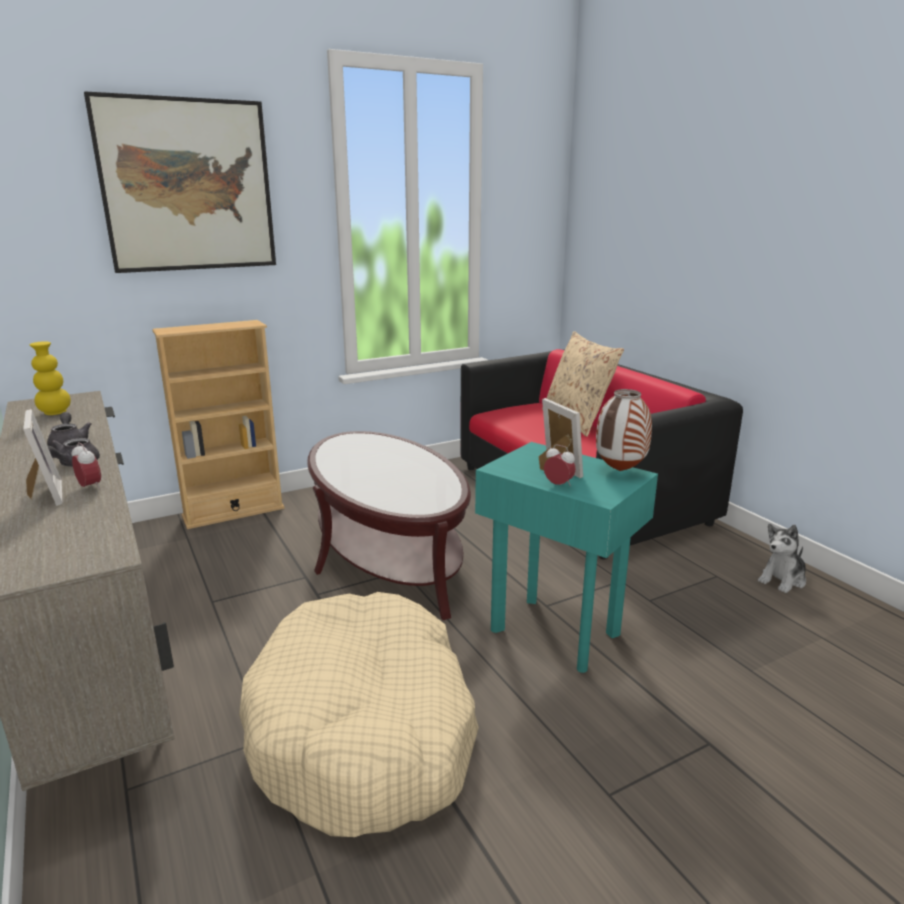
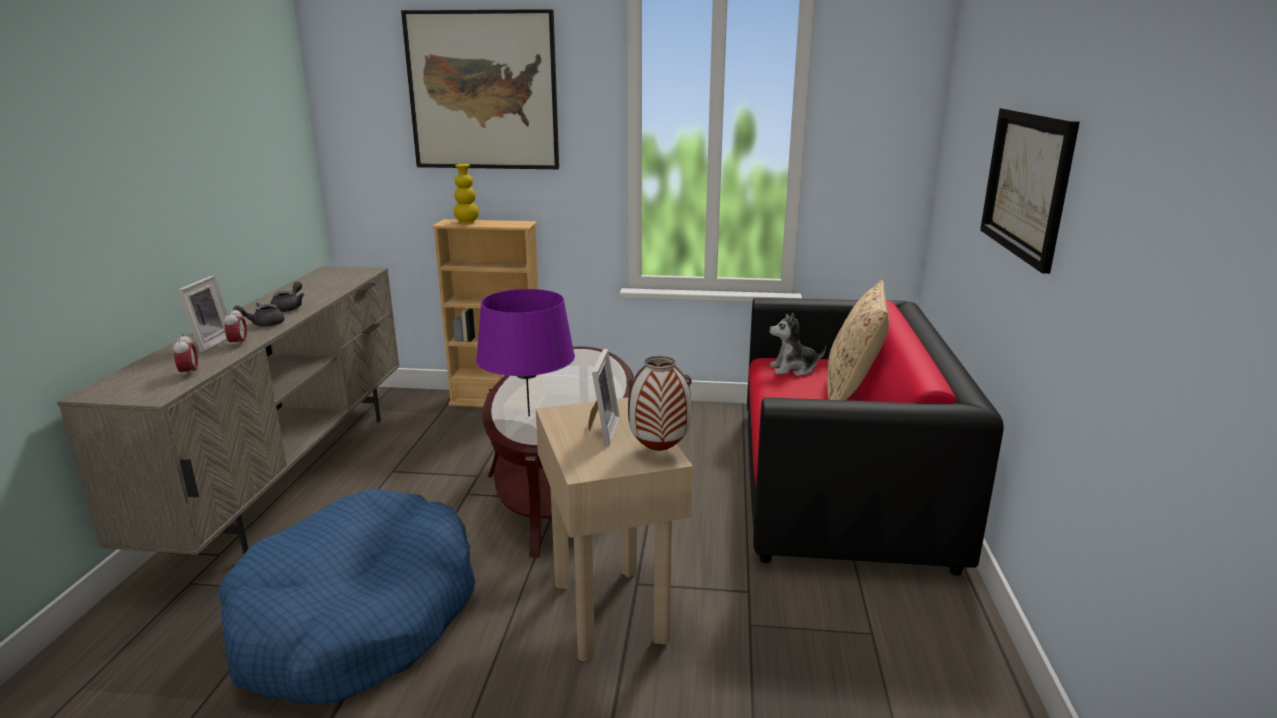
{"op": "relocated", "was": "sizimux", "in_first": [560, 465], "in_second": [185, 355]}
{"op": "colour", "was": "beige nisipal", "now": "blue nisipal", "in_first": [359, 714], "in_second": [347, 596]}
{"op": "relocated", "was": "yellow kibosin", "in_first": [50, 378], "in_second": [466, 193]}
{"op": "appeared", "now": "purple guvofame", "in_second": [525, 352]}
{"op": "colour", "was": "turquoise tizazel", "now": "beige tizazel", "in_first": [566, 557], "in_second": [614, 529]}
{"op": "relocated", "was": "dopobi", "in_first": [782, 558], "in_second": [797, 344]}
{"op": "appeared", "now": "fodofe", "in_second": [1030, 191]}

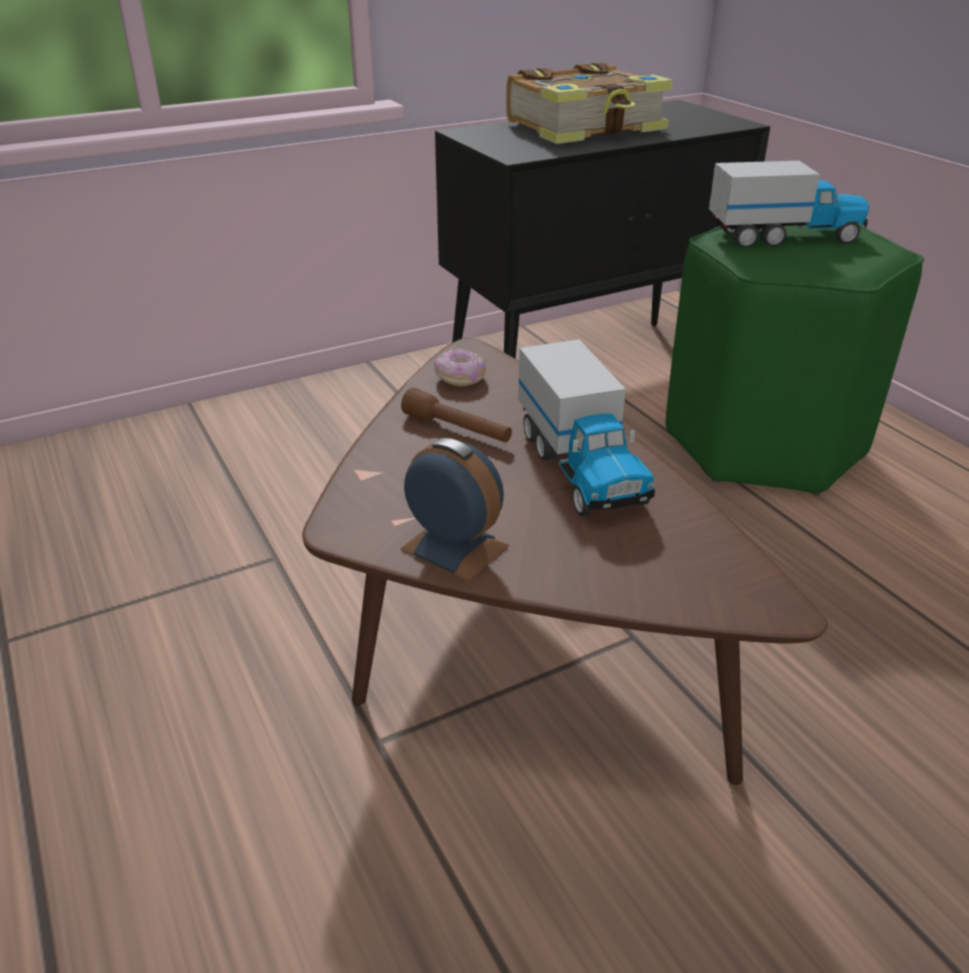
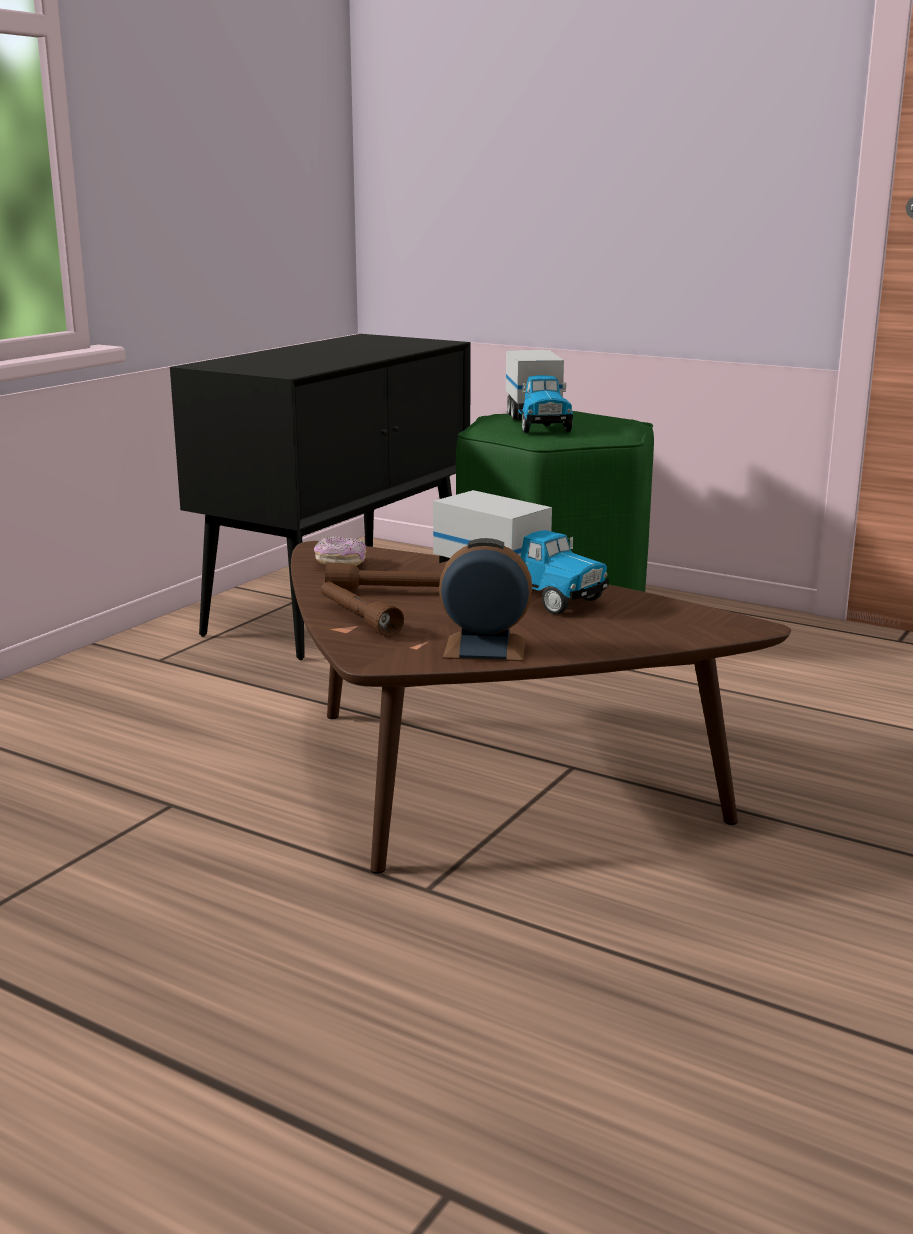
{"op": "appeared", "now": "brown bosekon", "in_second": [362, 609]}
{"op": "spun", "was": "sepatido", "in_first": [789, 204], "in_second": [539, 391], "clockwise": 120}
{"op": "missing", "was": "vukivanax", "in_first": [589, 103]}

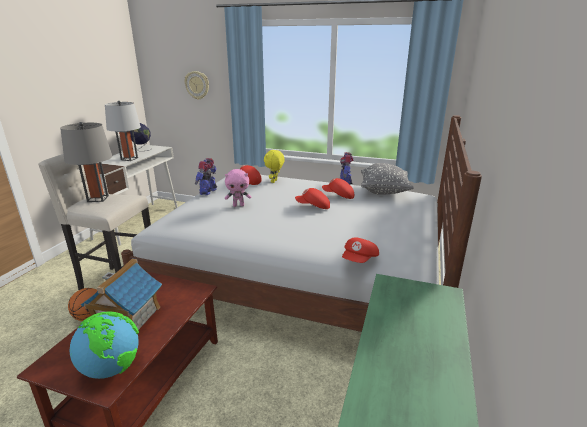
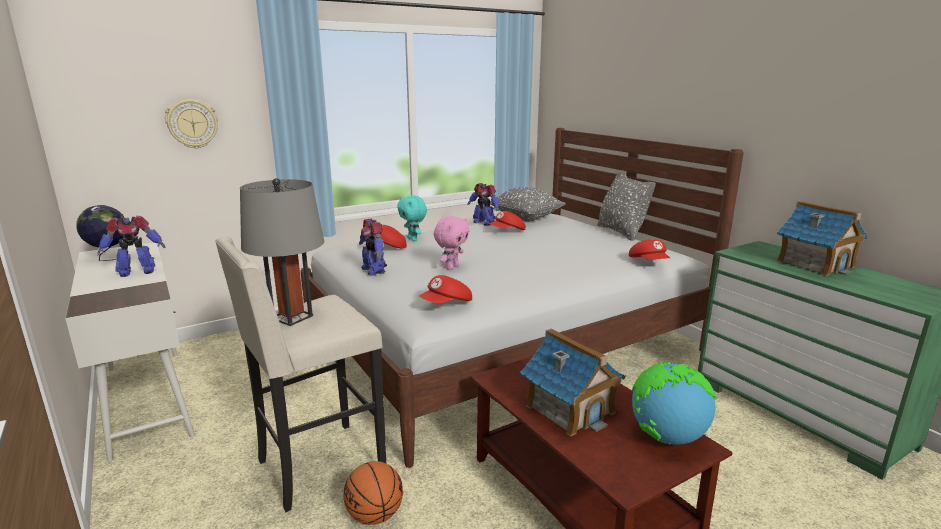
{"op": "exchanged", "was": "grey guvofame", "now": "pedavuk", "in_first": [123, 131], "in_second": [131, 246]}
{"op": "colour", "was": "yellow dopobi", "now": "turquoise dopobi", "in_first": [274, 166], "in_second": [412, 218]}
{"op": "relocated", "was": "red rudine", "in_first": [312, 198], "in_second": [445, 289]}
{"op": "appeared", "now": "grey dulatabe", "in_second": [626, 207]}
{"op": "appeared", "now": "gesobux", "in_second": [822, 238]}

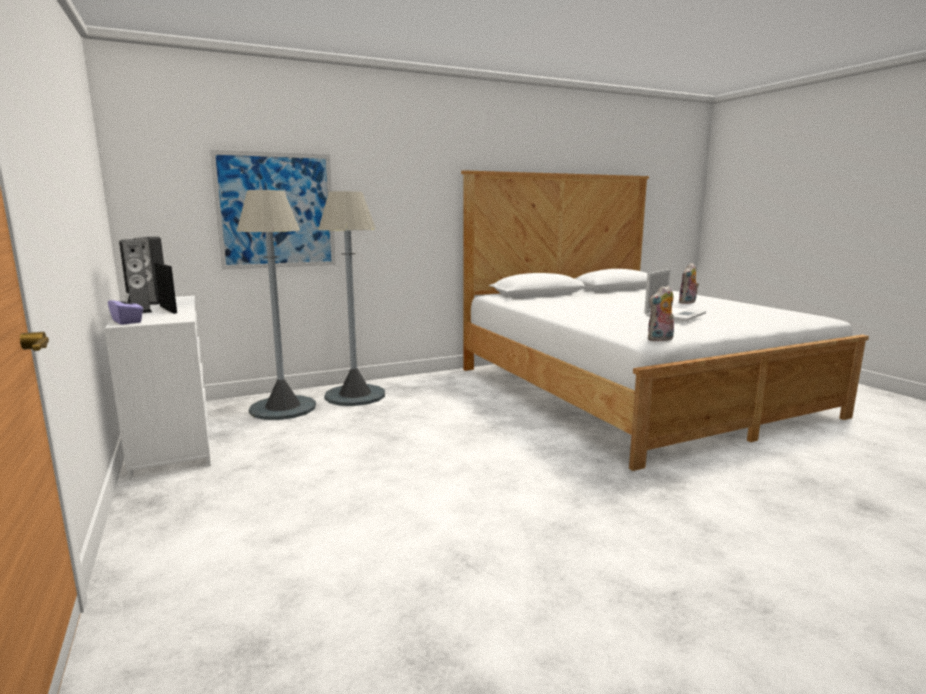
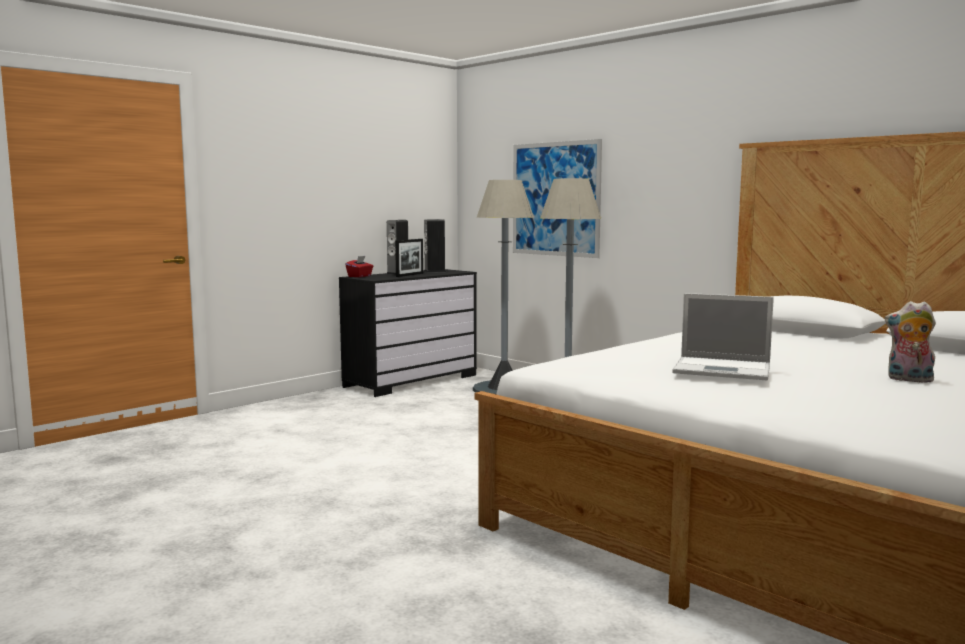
{"op": "colour", "was": "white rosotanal", "now": "black rosotanal", "in_first": [157, 388], "in_second": [408, 333]}
{"op": "colour", "was": "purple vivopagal", "now": "red vivopagal", "in_first": [125, 309], "in_second": [359, 266]}
{"op": "missing", "was": "dopobi", "in_first": [661, 313]}

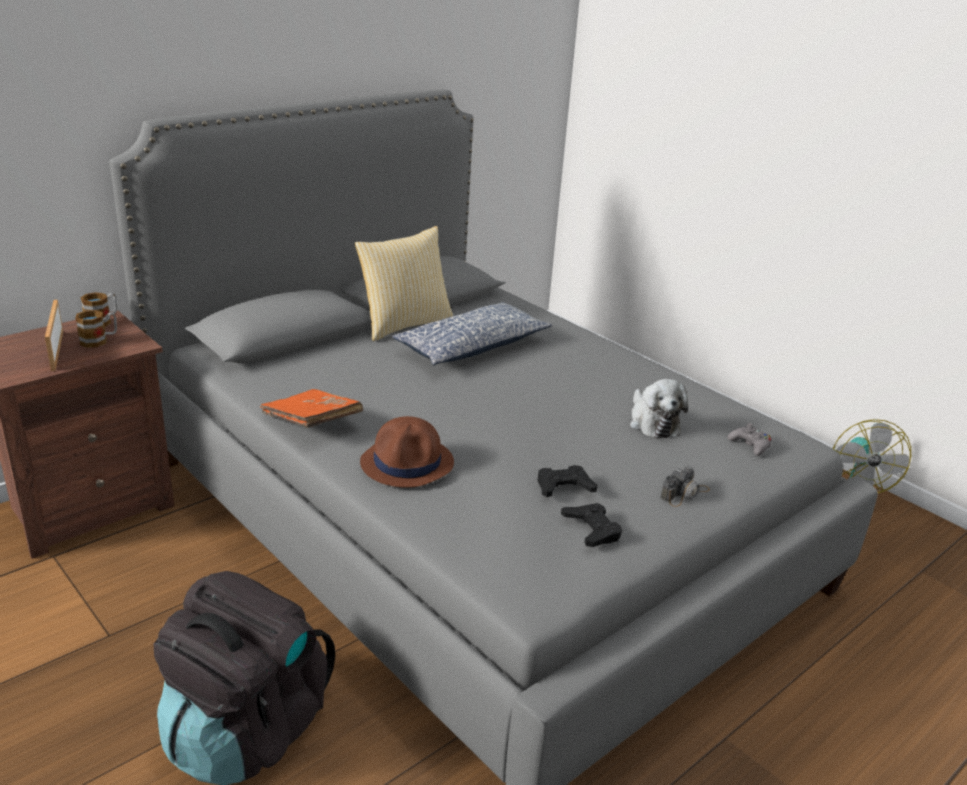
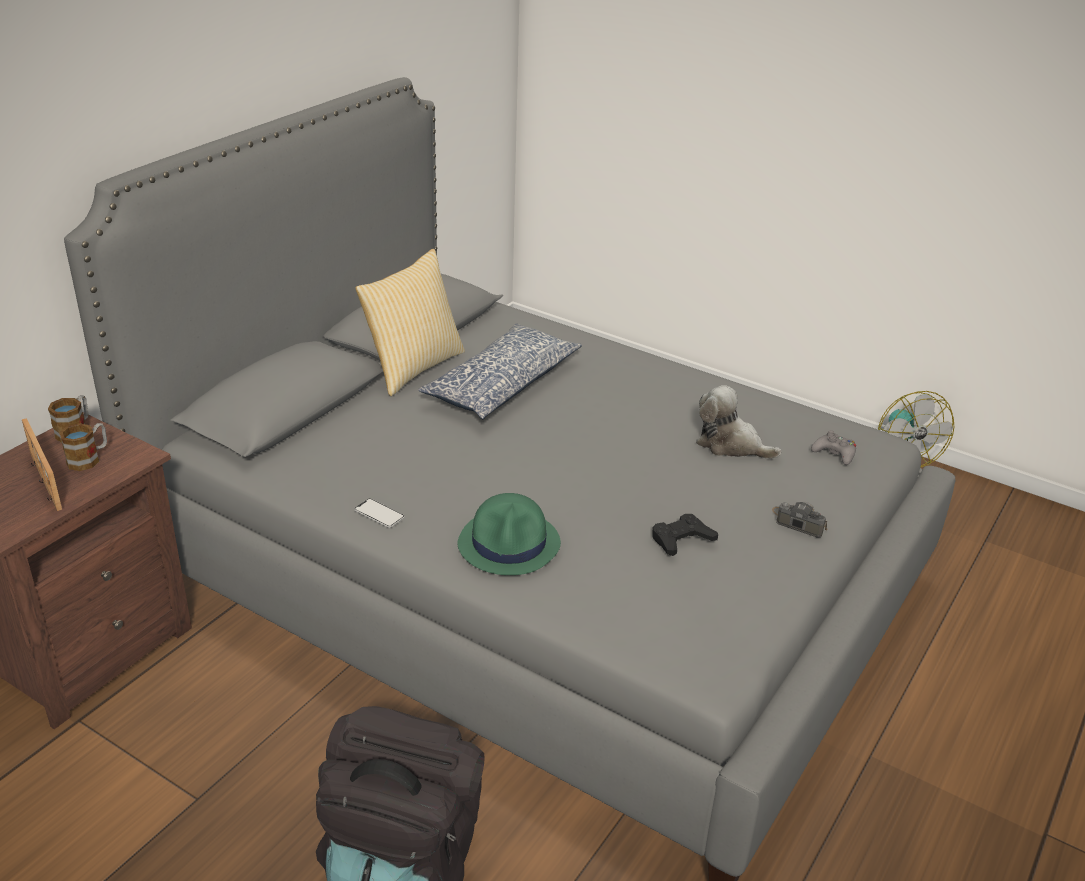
{"op": "exchanged", "was": "orange vukivanax", "now": "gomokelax", "in_first": [311, 408], "in_second": [379, 513]}
{"op": "colour", "was": "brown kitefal", "now": "green kitefal", "in_first": [407, 452], "in_second": [509, 534]}
{"op": "spun", "was": "dopobi", "in_first": [659, 409], "in_second": [739, 422], "clockwise": 150}
{"op": "spun", "was": "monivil", "in_first": [685, 486], "in_second": [799, 520], "clockwise": -90}
{"op": "missing", "was": "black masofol", "in_first": [591, 525]}

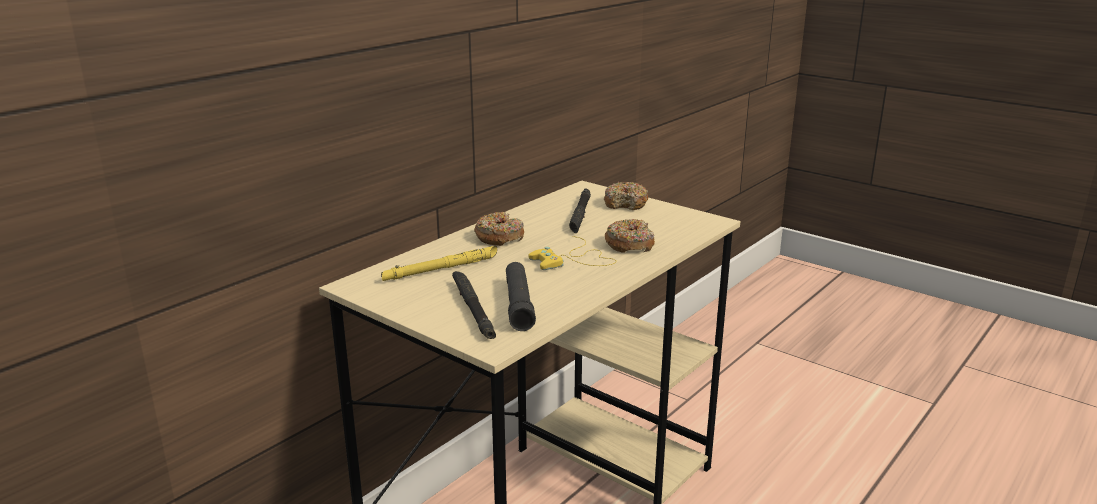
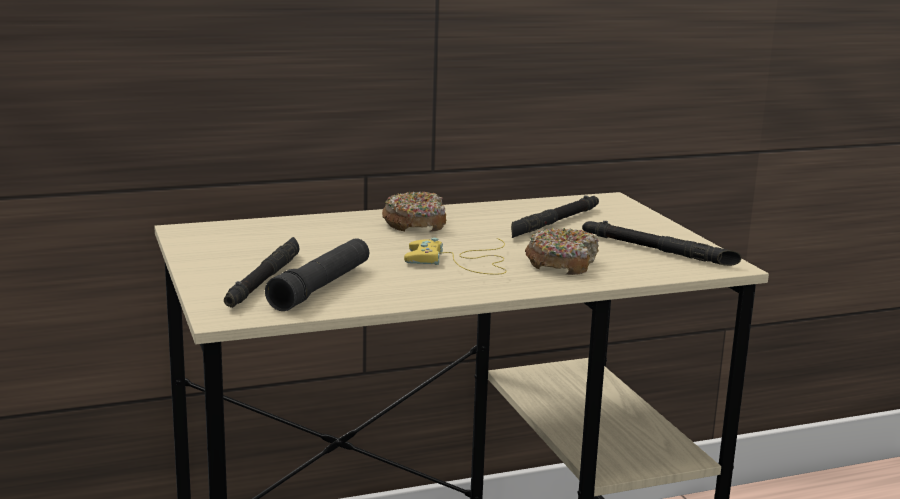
{"op": "appeared", "now": "black bosekon", "in_second": [662, 243]}
{"op": "missing", "was": "yellow bosekon", "in_first": [439, 263]}
{"op": "missing", "was": "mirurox", "in_first": [626, 196]}

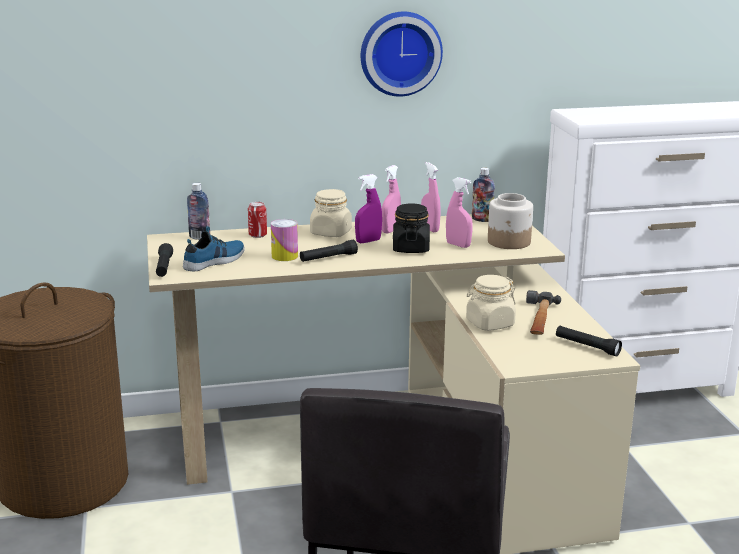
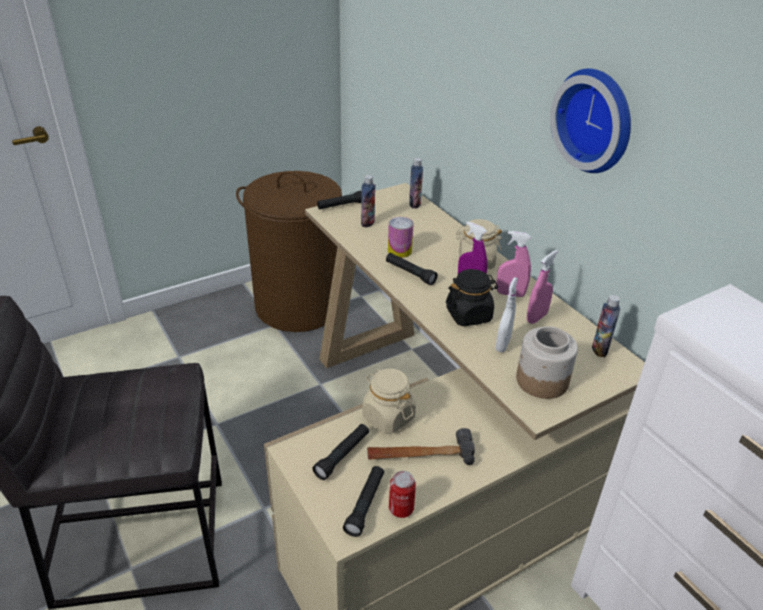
{"op": "appeared", "now": "black bosekon", "in_second": [340, 452]}
{"op": "exchanged", "was": "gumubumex", "now": "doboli", "in_first": [214, 248], "in_second": [368, 201]}
{"op": "relocated", "was": "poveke", "in_first": [257, 219], "in_second": [402, 494]}
{"op": "colour", "was": "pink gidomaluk", "now": "white gidomaluk", "in_first": [459, 212], "in_second": [506, 314]}

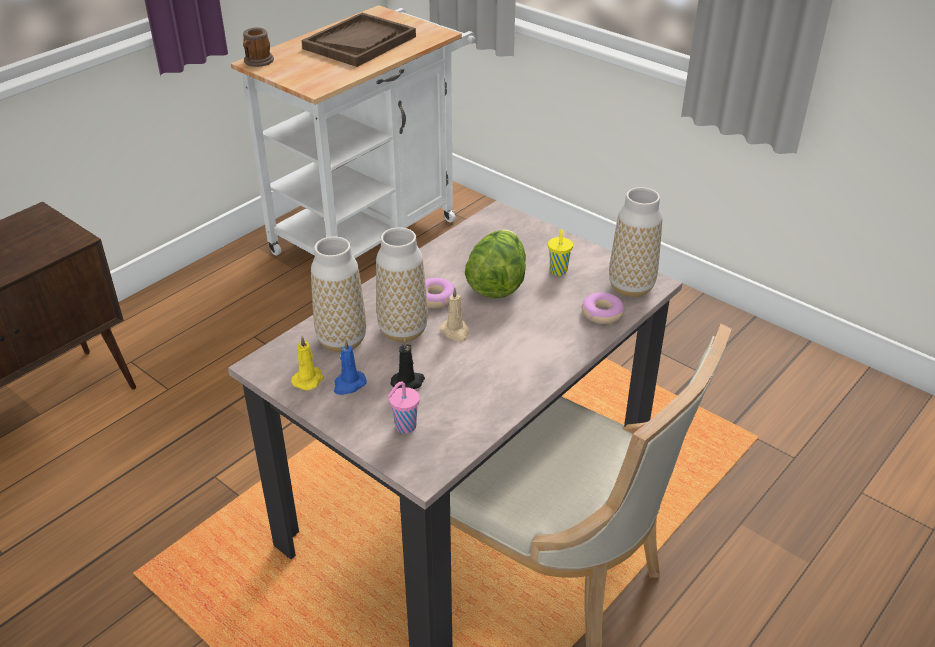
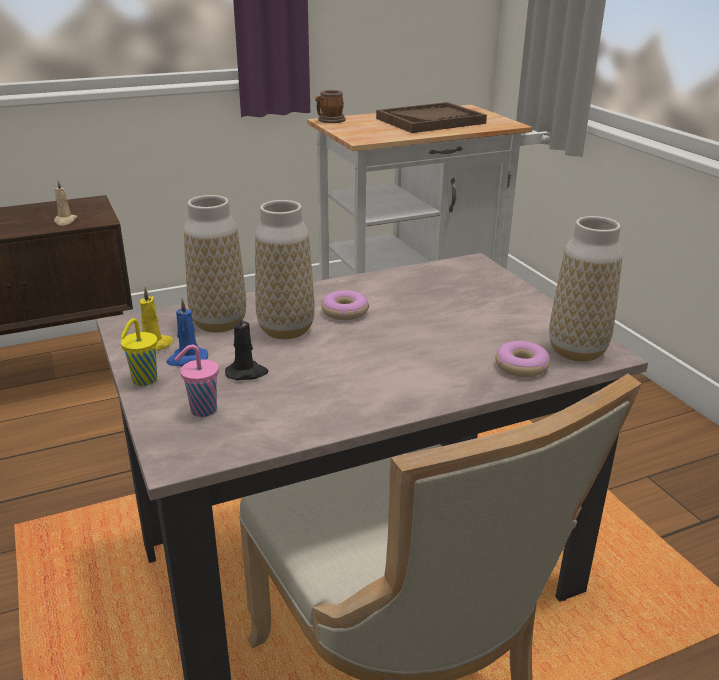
{"op": "relocated", "was": "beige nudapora", "in_first": [455, 315], "in_second": [65, 202]}
{"op": "relocated", "was": "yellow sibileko", "in_first": [560, 252], "in_second": [139, 352]}
{"op": "missing", "was": "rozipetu", "in_first": [495, 264]}

